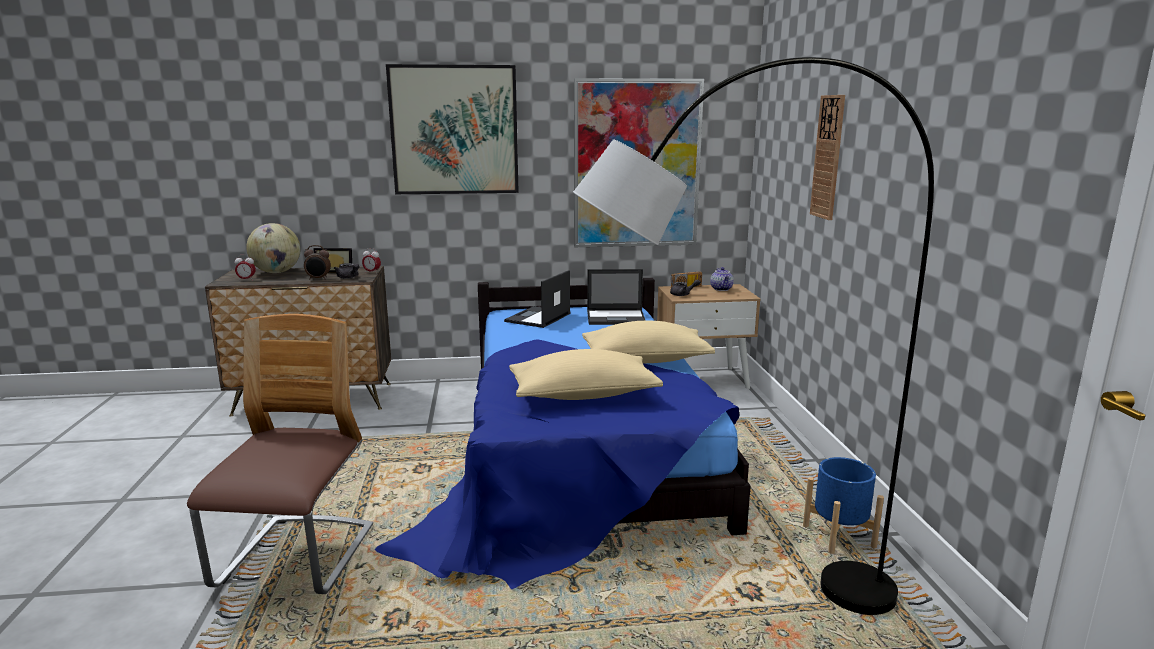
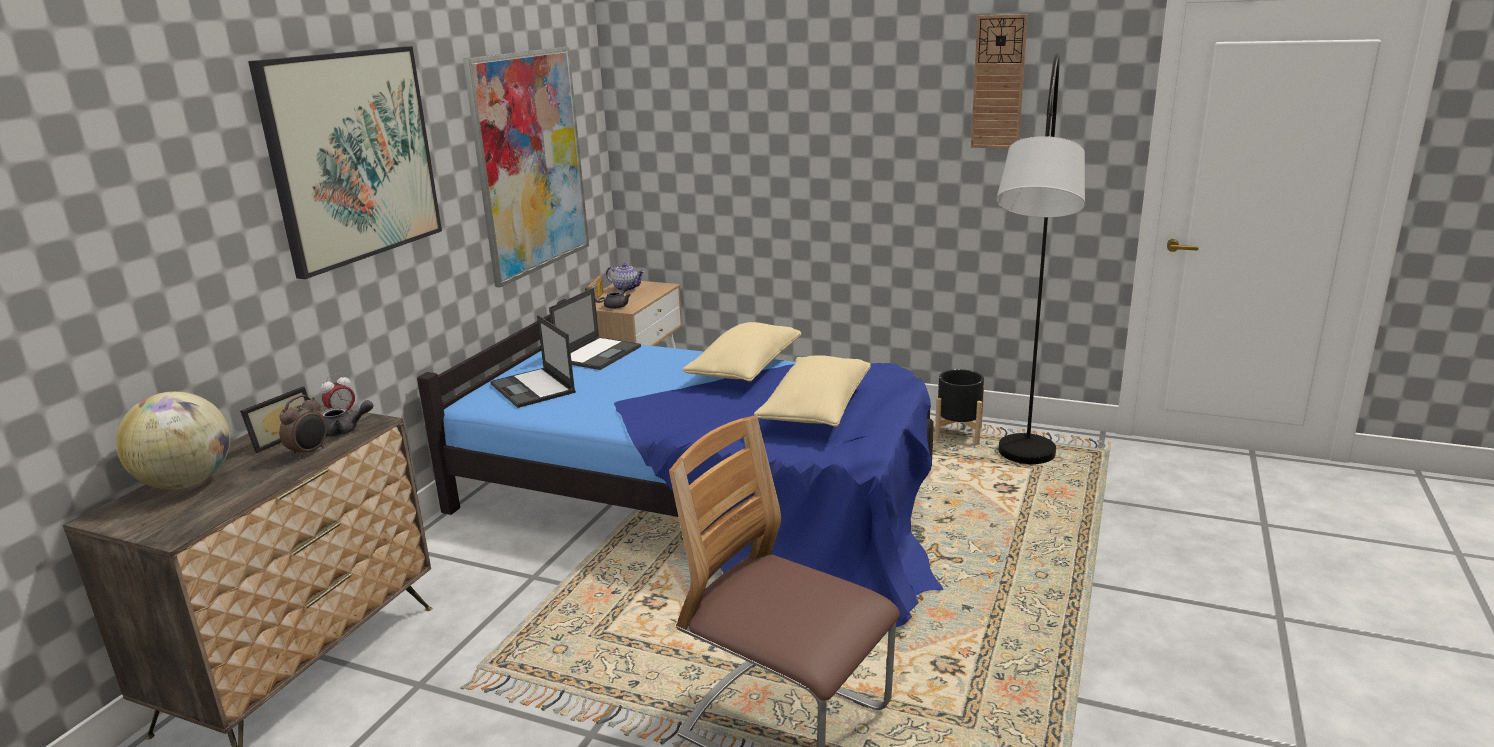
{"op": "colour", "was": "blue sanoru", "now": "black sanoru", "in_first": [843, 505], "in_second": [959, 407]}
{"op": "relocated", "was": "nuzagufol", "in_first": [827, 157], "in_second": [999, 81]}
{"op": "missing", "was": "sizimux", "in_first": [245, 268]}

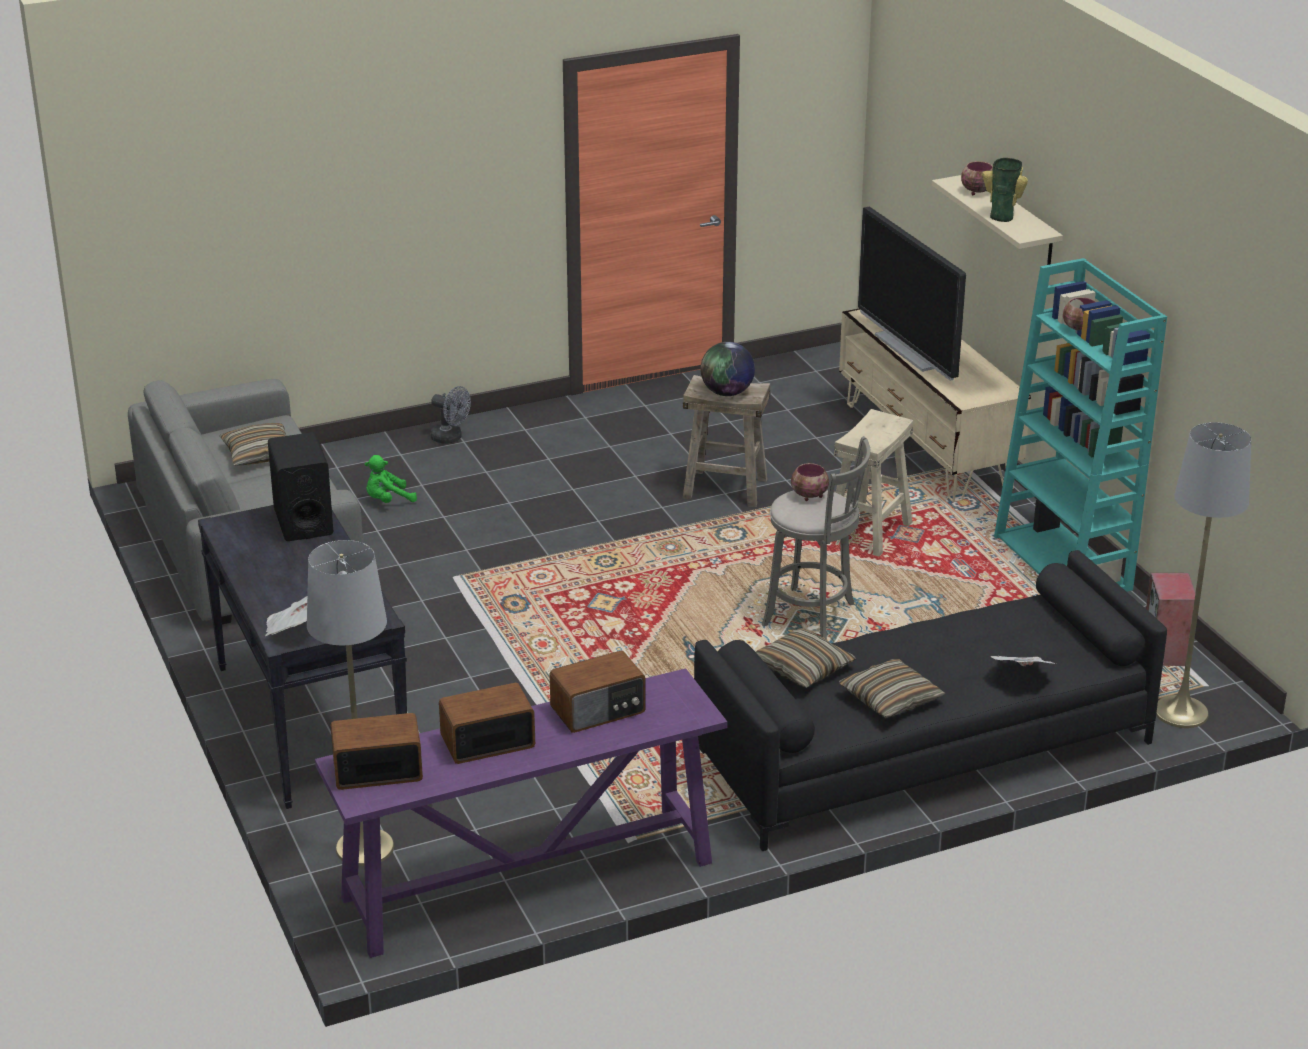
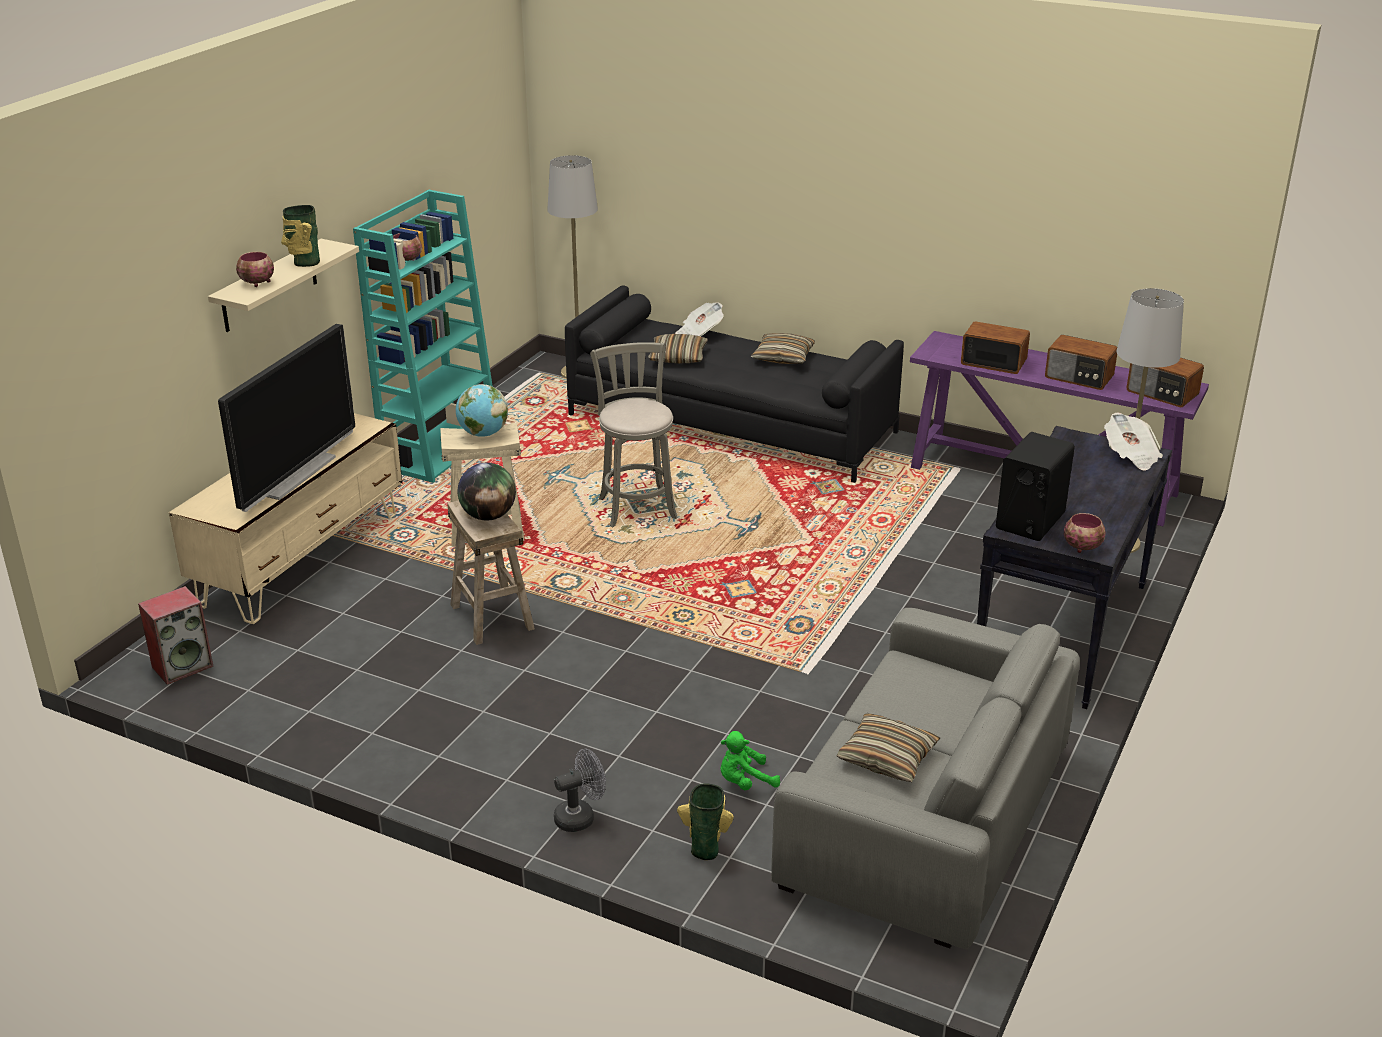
{"op": "relocated", "was": "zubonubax", "in_first": [1171, 619], "in_second": [175, 635]}
{"op": "appeared", "now": "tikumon", "in_second": [482, 410]}
{"op": "spun", "was": "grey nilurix", "in_first": [451, 415], "in_second": [580, 790], "clockwise": 75}
{"op": "relocated", "was": "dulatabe", "in_first": [806, 658], "in_second": [678, 348]}
{"op": "appeared", "now": "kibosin", "in_second": [705, 821]}
{"op": "spun", "was": "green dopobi", "in_first": [390, 479], "in_second": [750, 760], "clockwise": 135}
{"op": "relocated", "was": "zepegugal", "in_first": [810, 482], "in_second": [1085, 533]}

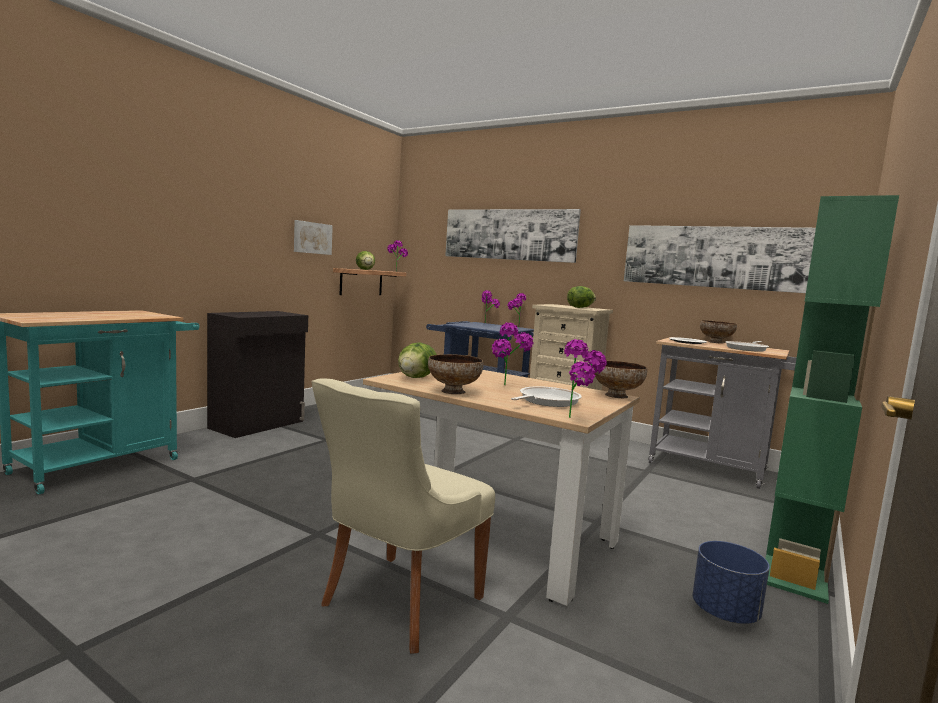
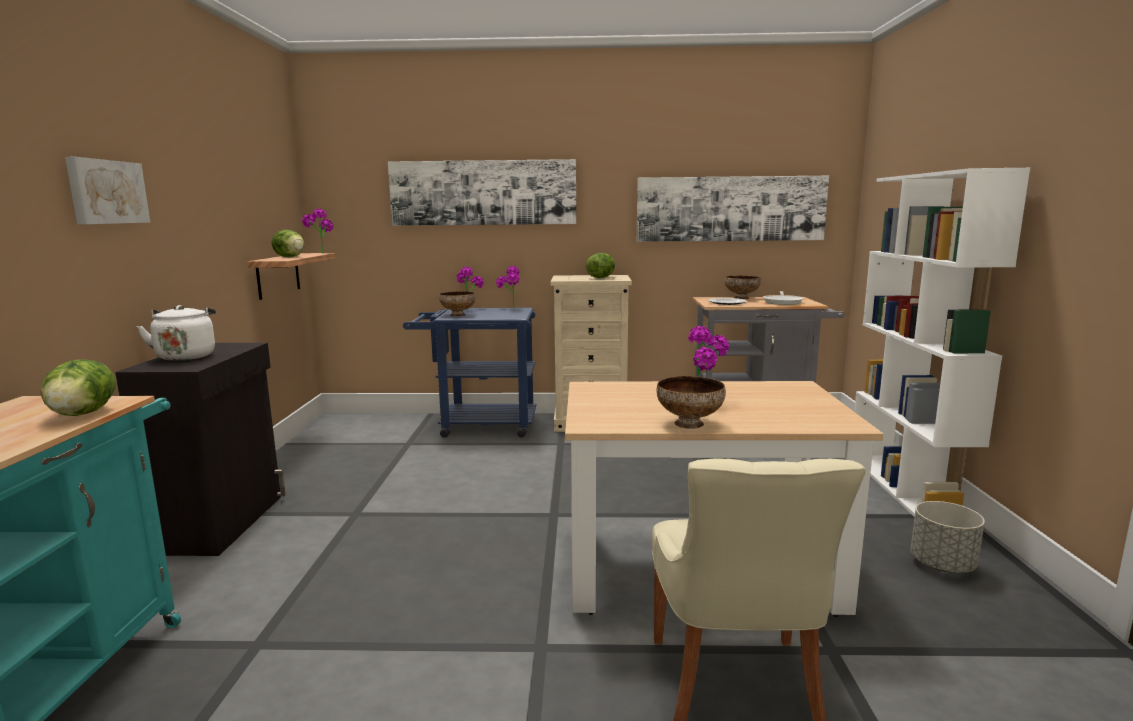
{"op": "relocated", "was": "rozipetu", "in_first": [417, 360], "in_second": [78, 387]}
{"op": "relocated", "was": "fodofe", "in_first": [313, 237], "in_second": [107, 190]}
{"op": "appeared", "now": "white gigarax", "in_second": [176, 333]}
{"op": "relocated", "was": "zepegugal", "in_first": [620, 379], "in_second": [457, 303]}
{"op": "colour", "was": "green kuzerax", "now": "white kuzerax", "in_first": [832, 399], "in_second": [942, 342]}
{"op": "colour", "was": "blue sanoru", "now": "grey sanoru", "in_first": [731, 582], "in_second": [948, 537]}
{"op": "missing", "was": "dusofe", "in_first": [546, 396]}
{"op": "missing", "was": "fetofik", "in_first": [585, 378]}

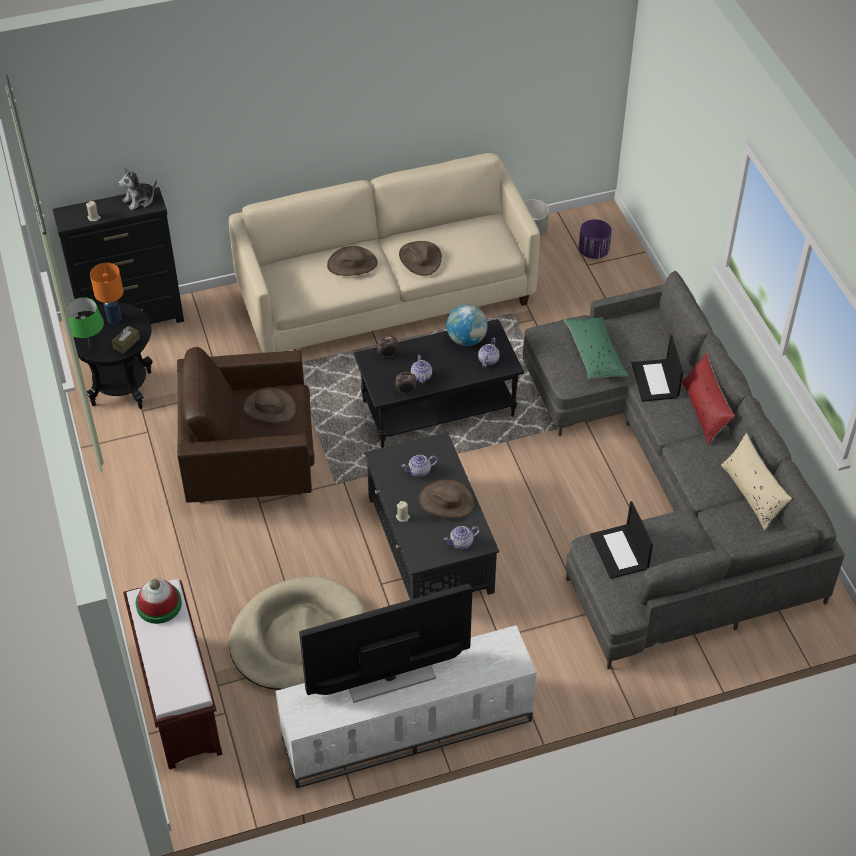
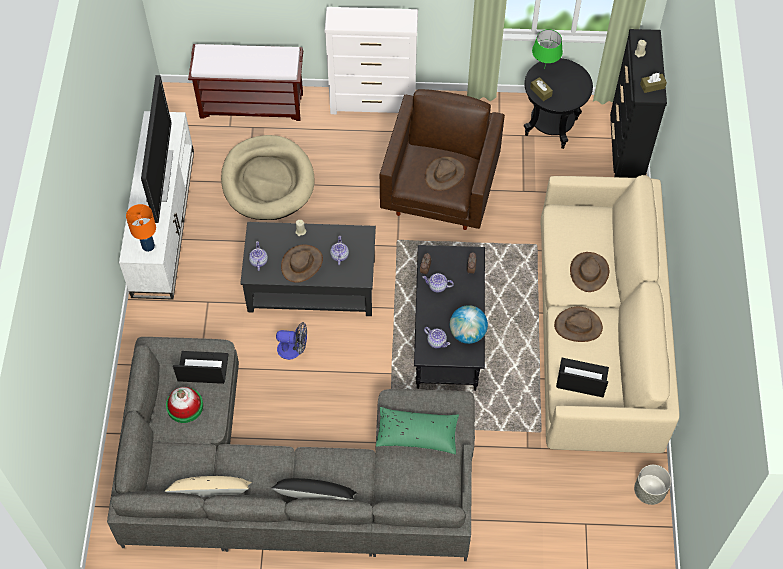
{"op": "relocated", "was": "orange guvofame", "in_first": [106, 293], "in_second": [141, 228]}
{"op": "relocated", "was": "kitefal", "in_first": [159, 601], "in_second": [184, 405]}
{"op": "colour", "was": "red dulatabe", "now": "black dulatabe", "in_first": [708, 399], "in_second": [314, 489]}
{"op": "appeared", "now": "nilurix", "in_second": [291, 341]}
{"op": "appeared", "now": "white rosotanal", "in_second": [371, 60]}
{"op": "relocated", "was": "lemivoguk", "in_first": [657, 368], "in_second": [582, 377]}
{"op": "exchanged", "was": "dopobi", "now": "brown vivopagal", "in_first": [137, 189], "in_second": [653, 83]}
{"op": "missing", "was": "purple sanoru", "in_first": [595, 239]}

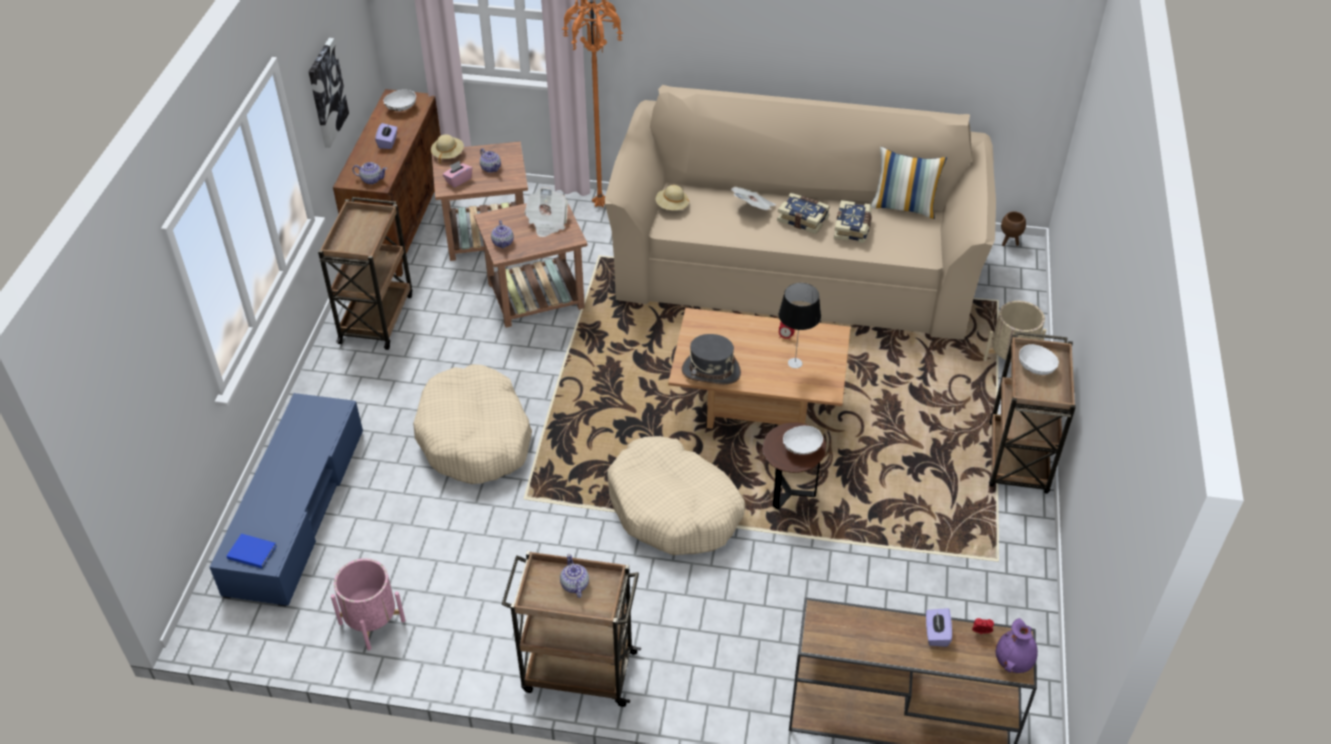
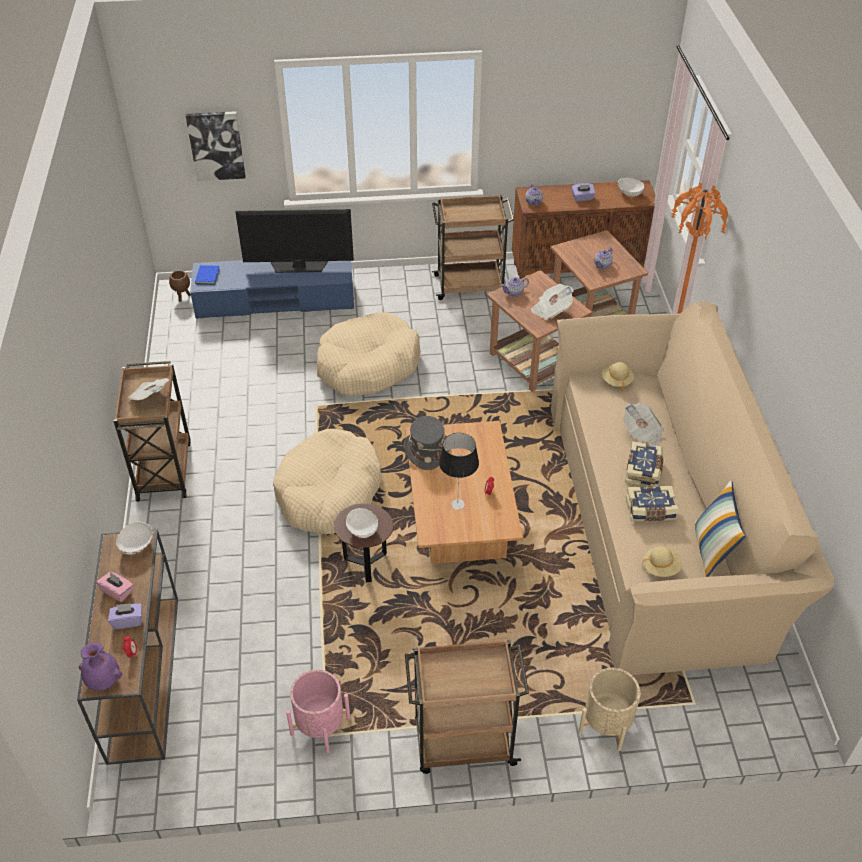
{"op": "relocated", "was": "pink vivopagal", "in_first": [457, 174], "in_second": [114, 587]}
{"op": "relocated", "was": "white zepegugal", "in_first": [1039, 359], "in_second": [134, 538]}
{"op": "exchanged", "was": "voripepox", "now": "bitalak", "in_first": [574, 576], "in_second": [148, 389]}
{"op": "relocated", "was": "brown sanoru", "in_first": [1013, 228], "in_second": [180, 286]}
{"op": "relocated", "was": "fodofe", "in_first": [328, 93], "in_second": [216, 146]}
{"op": "appeared", "now": "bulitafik", "in_second": [294, 241]}
{"op": "relocated", "was": "pink sanoru", "in_first": [368, 604], "in_second": [318, 711]}
{"op": "relocated", "was": "beige kitefal", "in_first": [447, 149], "in_second": [662, 561]}

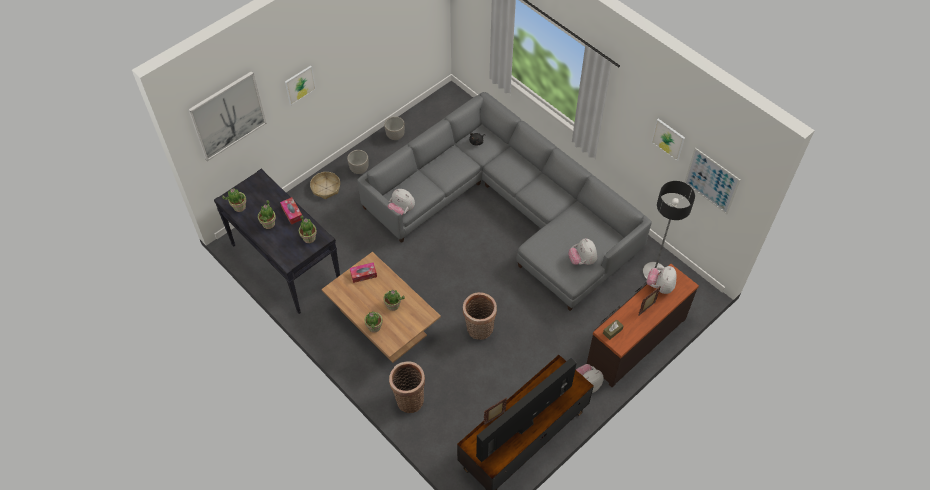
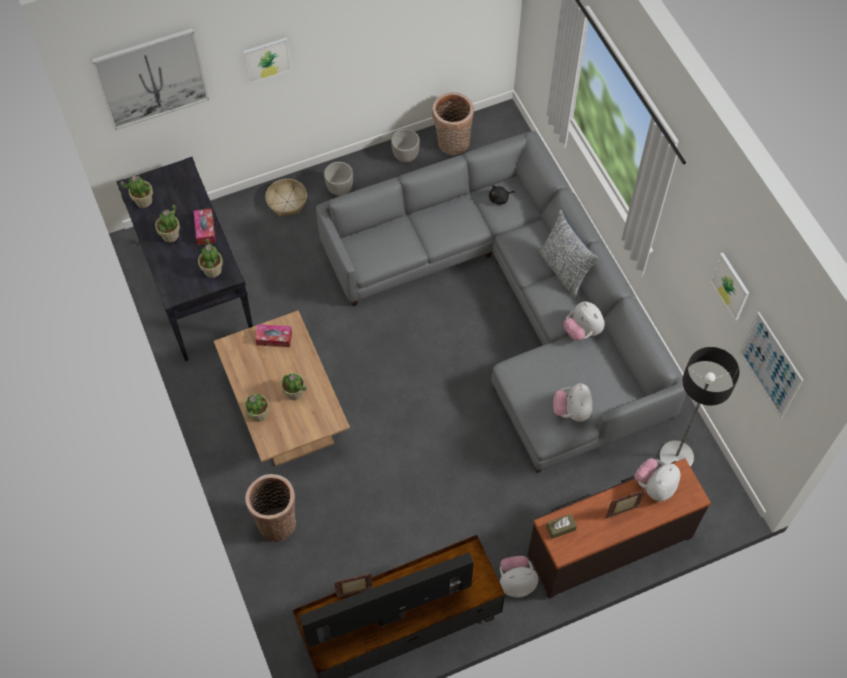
{"op": "relocated", "was": "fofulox", "in_first": [480, 316], "in_second": [453, 123]}
{"op": "appeared", "now": "dulatabe", "in_second": [568, 254]}
{"op": "relocated", "was": "dopobi", "in_first": [401, 202], "in_second": [584, 321]}

